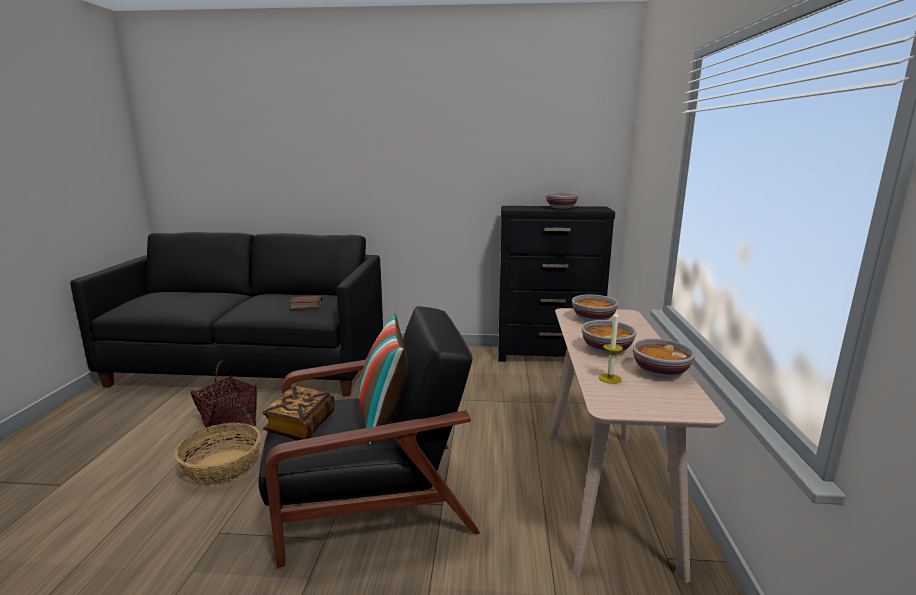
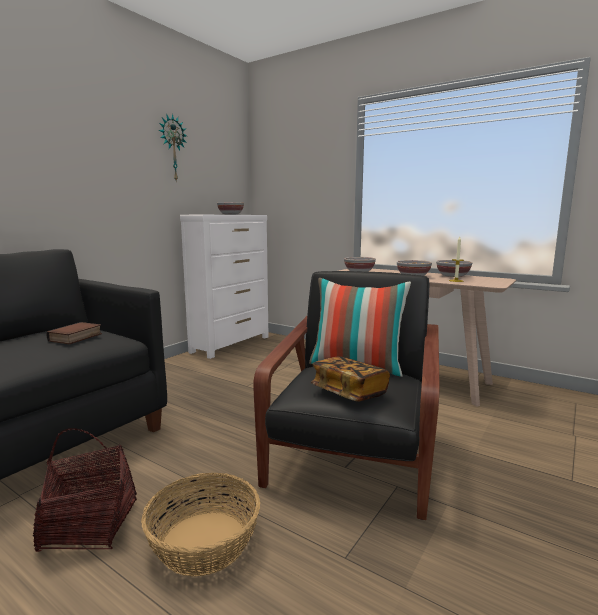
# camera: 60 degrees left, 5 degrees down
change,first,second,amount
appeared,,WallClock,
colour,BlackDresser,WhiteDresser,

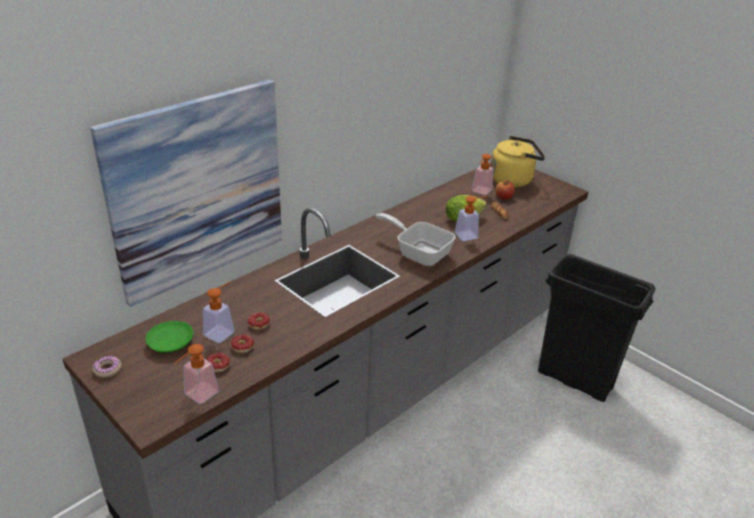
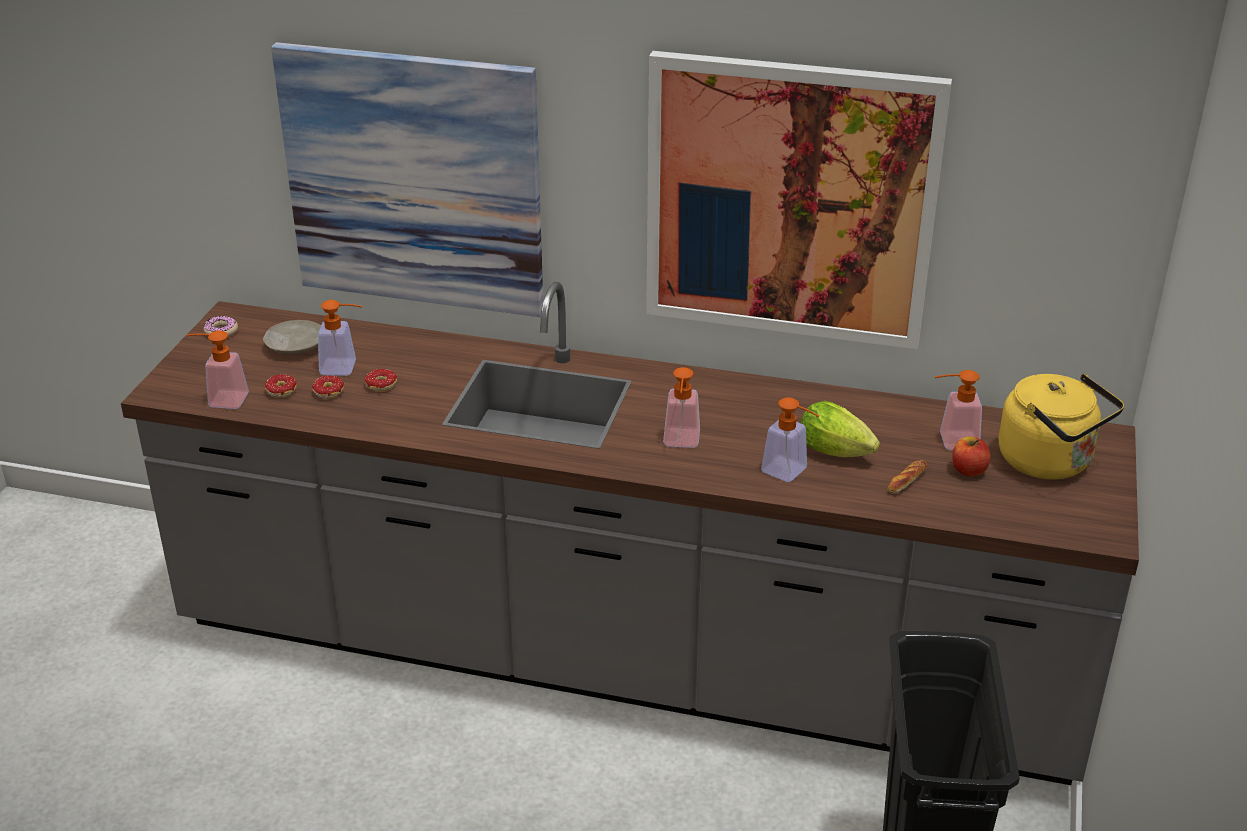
# camera: 60 degrees right, 0 degrees up
change,first,second,amount
colour,GreenPlate,BeigePlate,
appeared,,Picture (no. 2 from left),
exchanged,FryingPan,SoapDispenser (no. 3 from left),

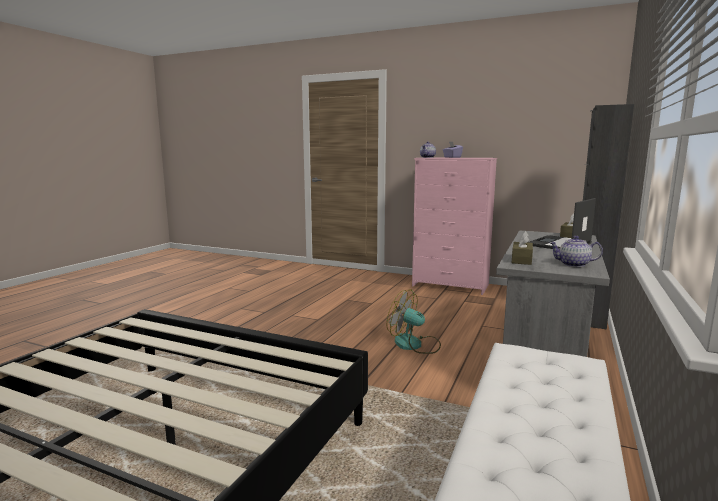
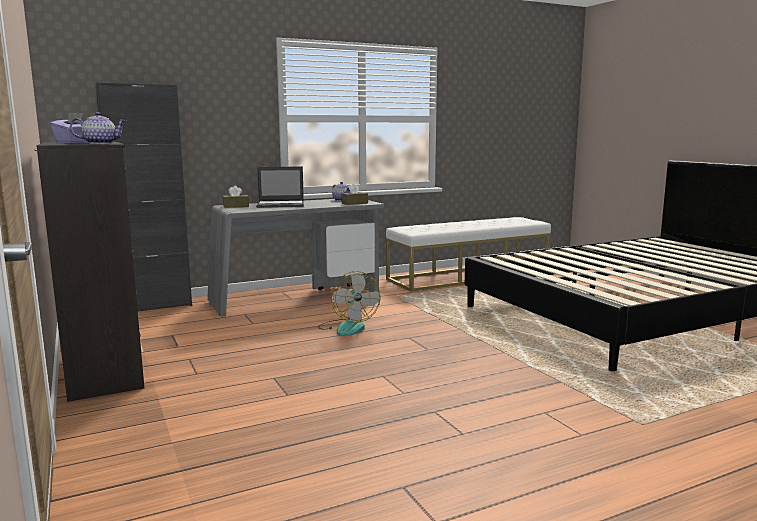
# camera: 140 degrees left, 0 degrees up
change,first,second,amount
colour,PinkDresser,BlackDresser,

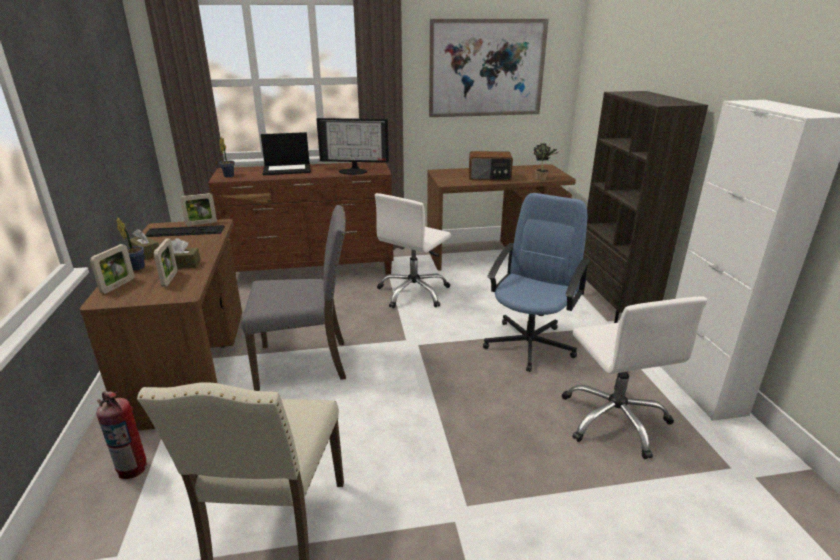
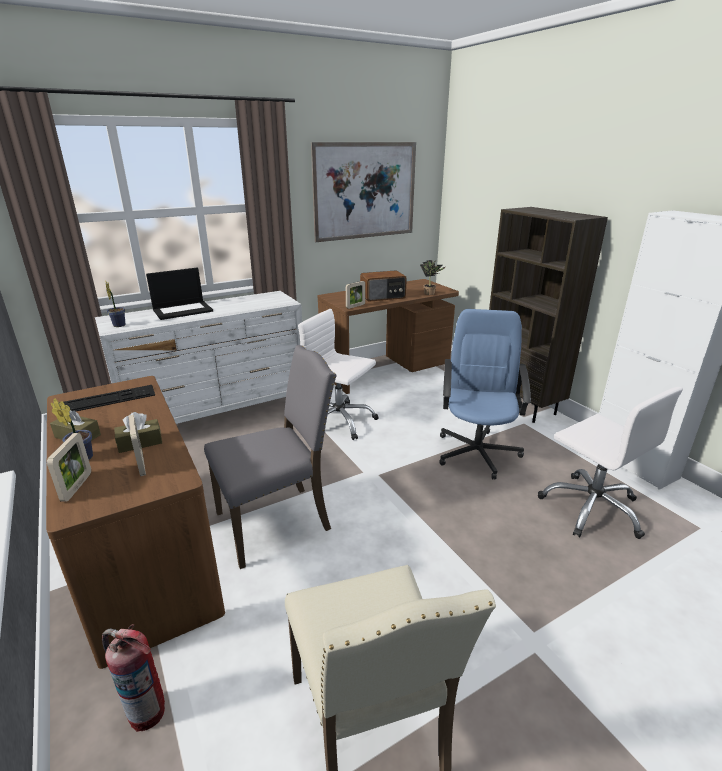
# camera: 20 degrees left, 0 degrees up
change,first,second,amount
colour,BrownDresser,WhiteDresser,
spun,WhiteOfficeChair (no. 1 from left),,105 degrees clockwise
relocated,PictureFrame (no. 3 from left),,
missing,Monitor,,

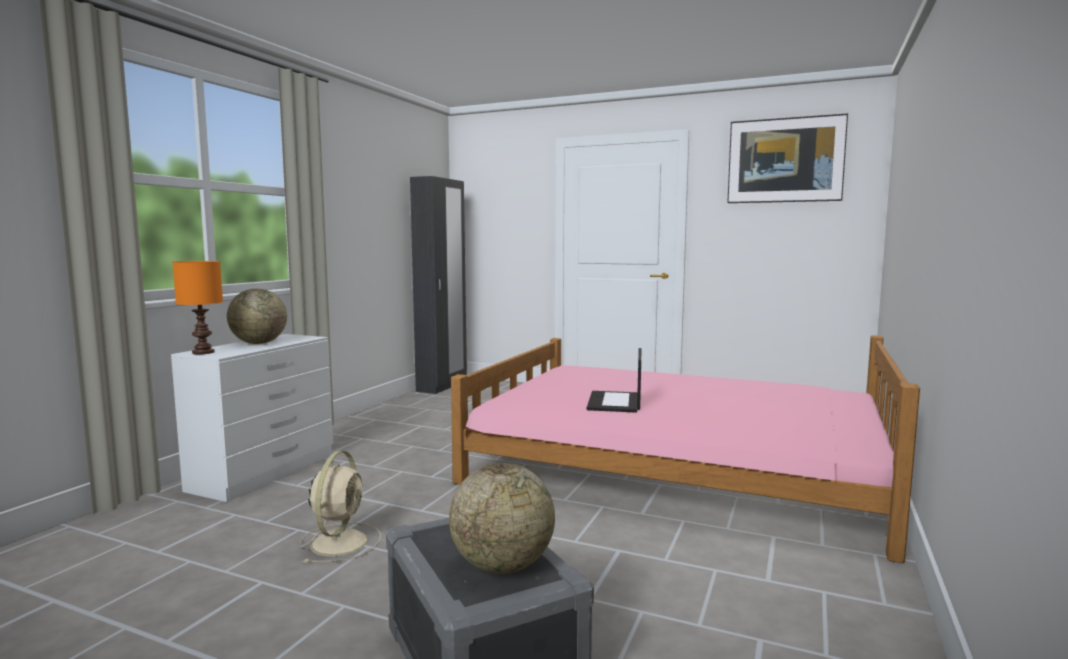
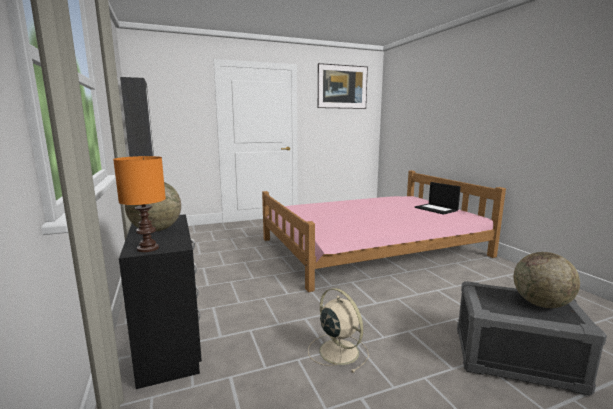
# camera: 45 degrees left, 5 degrees up
change,first,second,amount
colour,WhiteDresser,BlackDresser,
relocated,Laptop,,

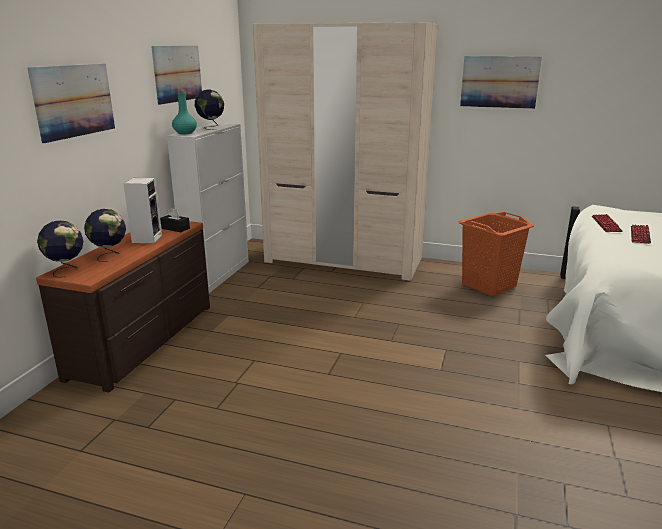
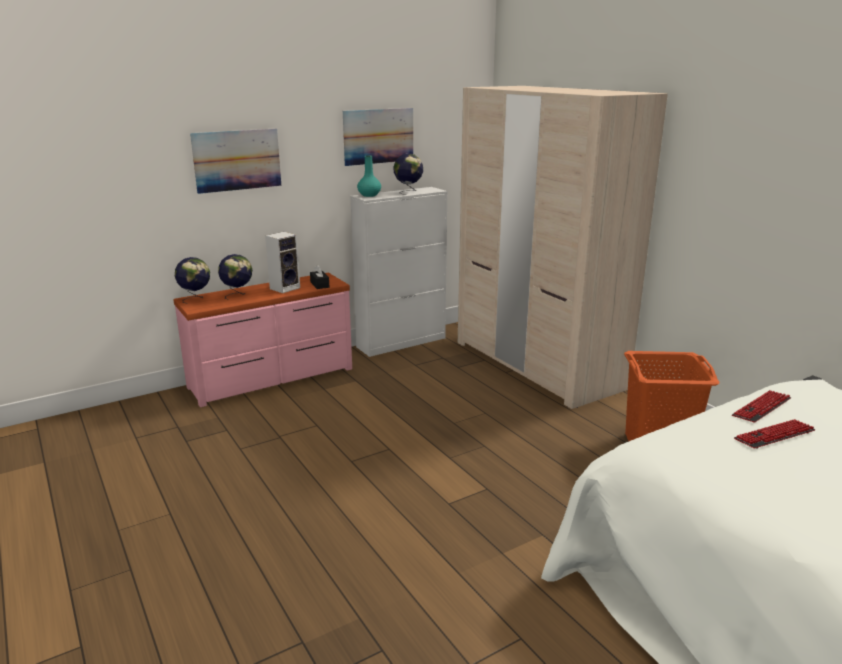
# camera: 40 degrees right, 0 degrees up
change,first,second,amount
colour,BrownDresser,PinkDresser,
missing,Picture (no. 3 from left),,

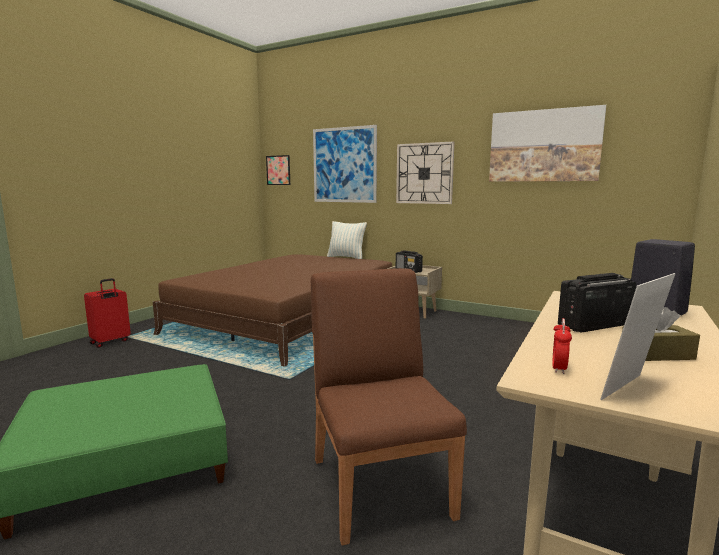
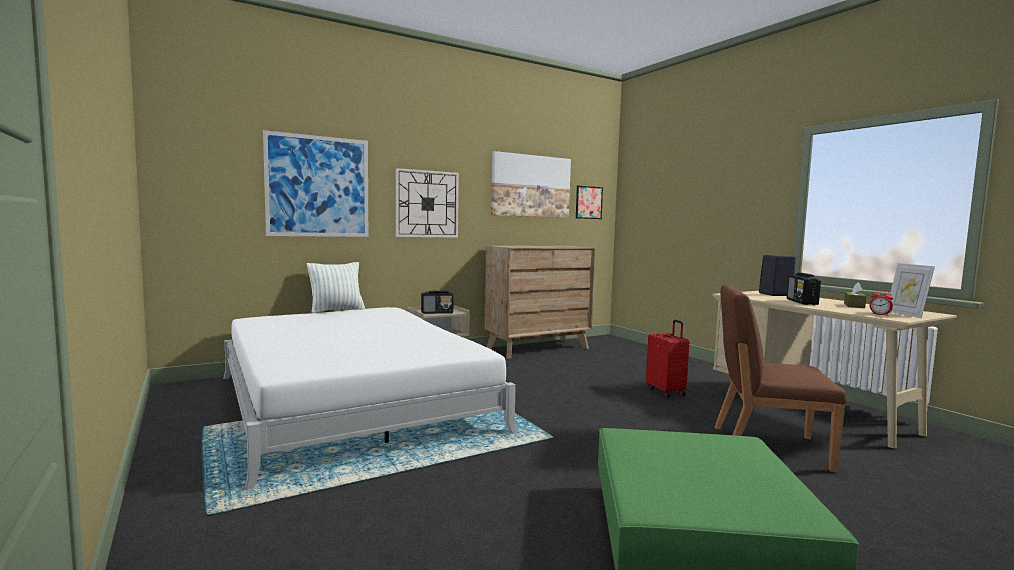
# camera: 60 degrees left, 5 degrees down
change,first,second,amount
colour,BrownBed,WhiteBed,
appeared,,BrownDresser,
relocated,Picture (no. 1 from left in the first image),Picture (no. 3 from left),
relocated,RedSuitcase,,

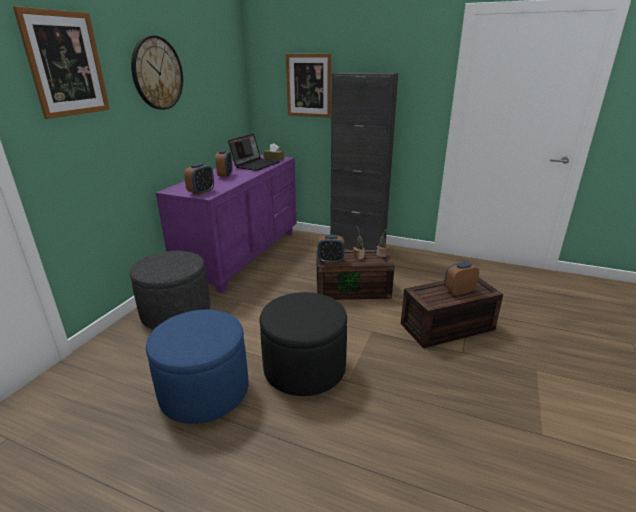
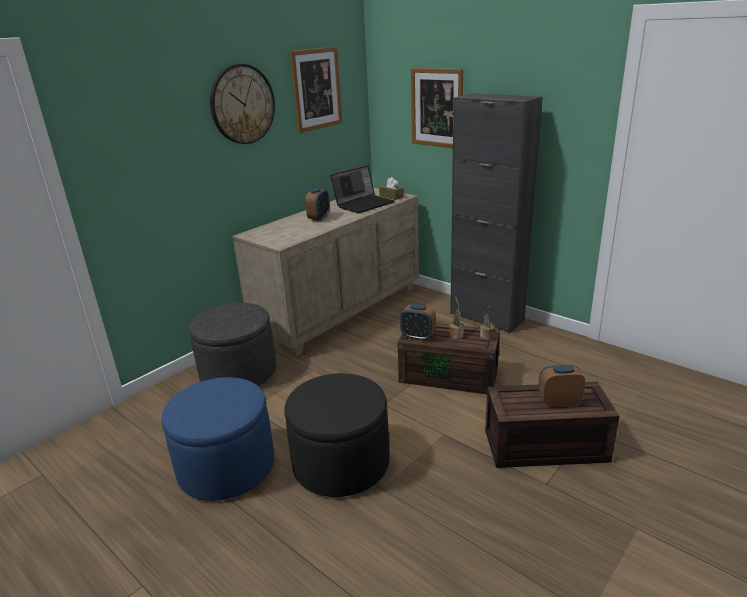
# camera: 20 degrees right, 0 degrees up
change,first,second,amount
colour,PurpleDresser,BeigeDresser,
relocated,Picture (no. 1 from left),,
missing,AlarmClock (no. 1 from left),,

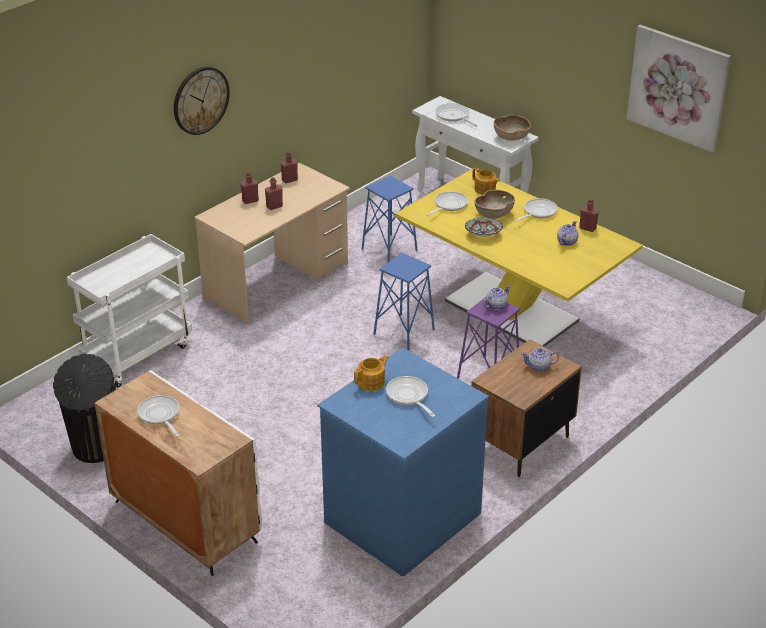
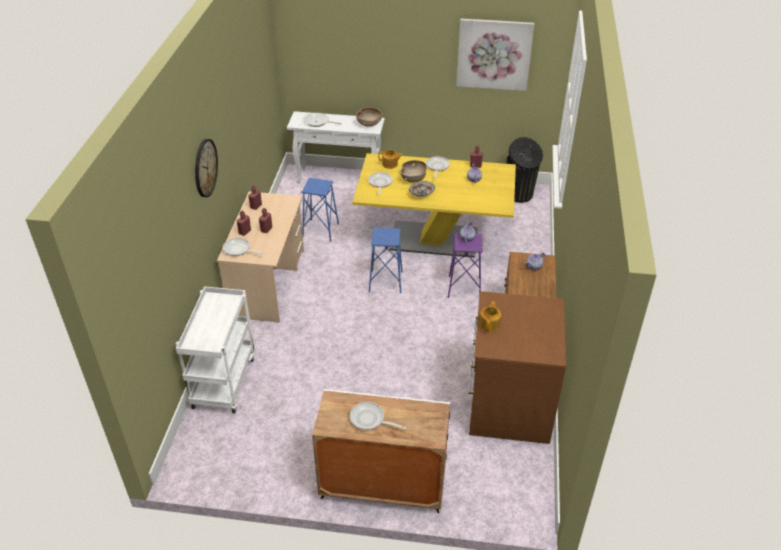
# camera: 35 degrees left, 5 degrees up
change,first,second,amount
relocated,FryingPan (no. 2 from left in the first image),FryingPan (no. 1 from left),
colour,BlueDresser,BrownDresser,
relocated,BlackTrashCan,,

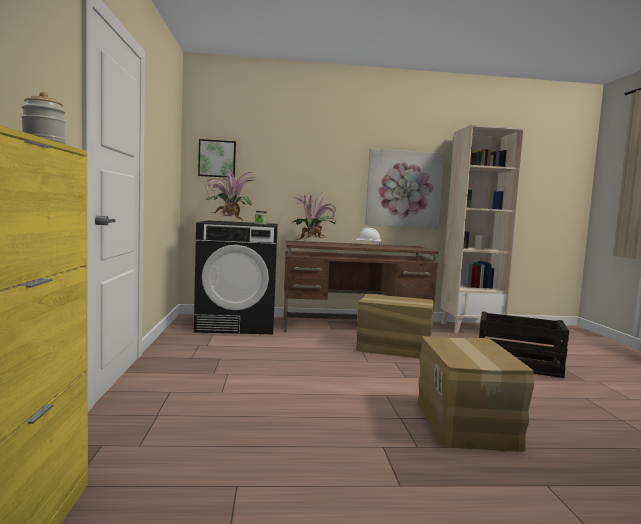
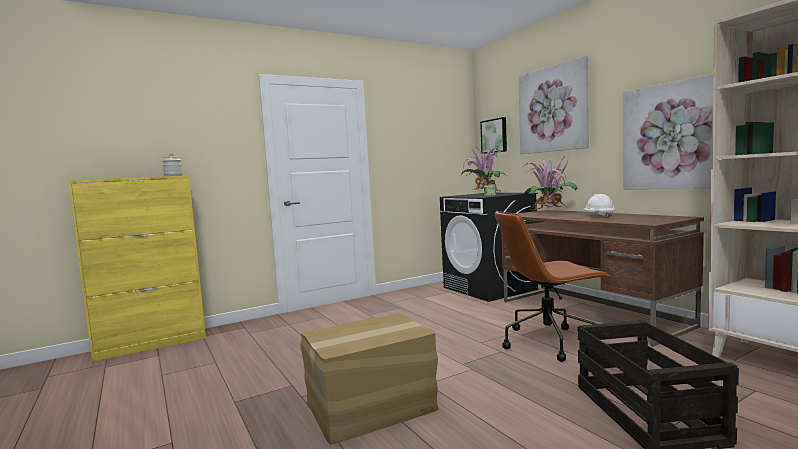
# camera: 65 degrees right, 0 degrees up
change,first,second,amount
exchanged,CardboardBox (no. 1 from left),BrownOfficeChair,
appeared,,Picture (no. 2 from left),

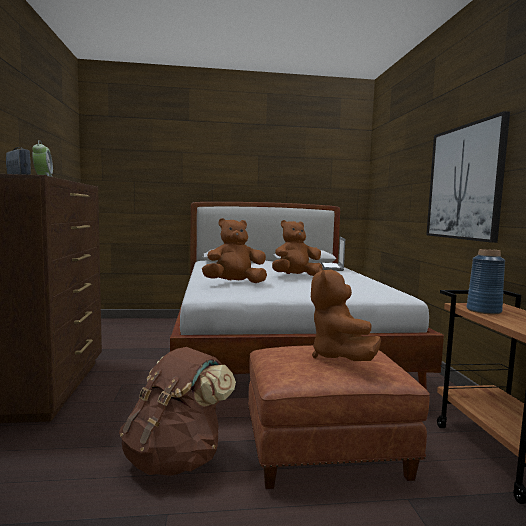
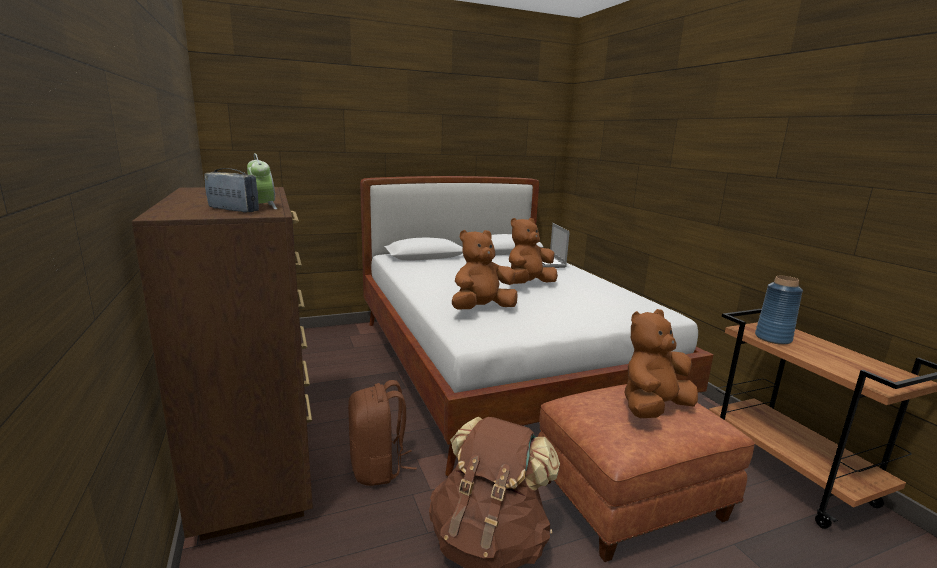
# camera: 15 degrees left, 10 degrees up
change,first,second,amount
appeared,,BrownBackpack (no. 1 from left),
spun,BrownPlushToy (no. 3 from left),,75 degrees clockwise
missing,Picture,,

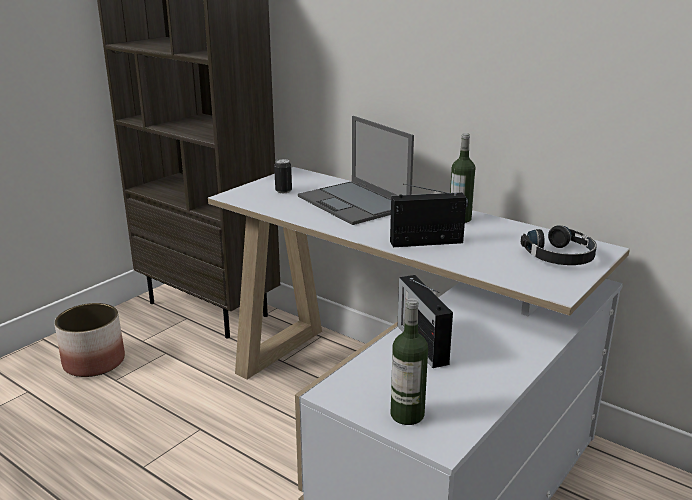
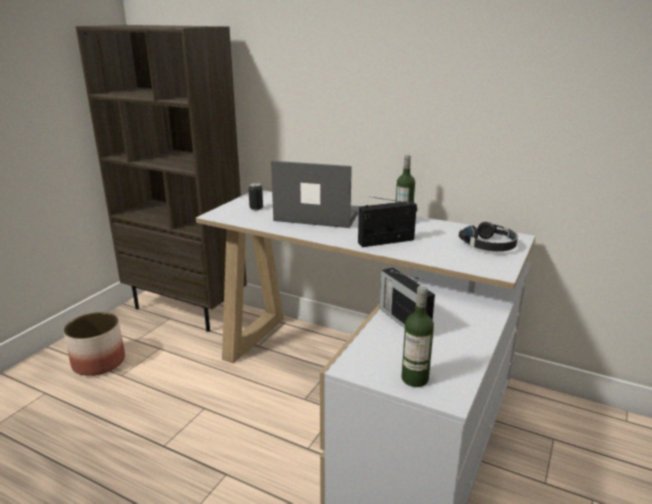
# camera: 10 degrees left, 0 degrees up
change,first,second,amount
spun,Laptop,,150 degrees clockwise

